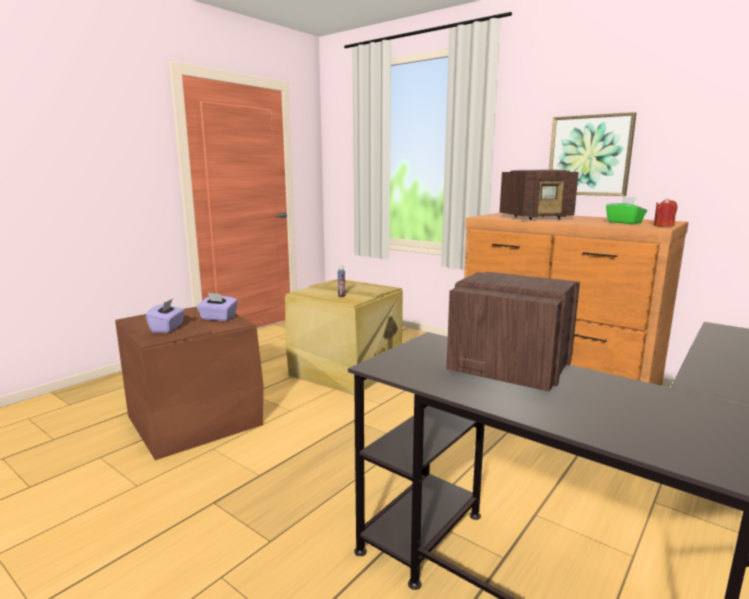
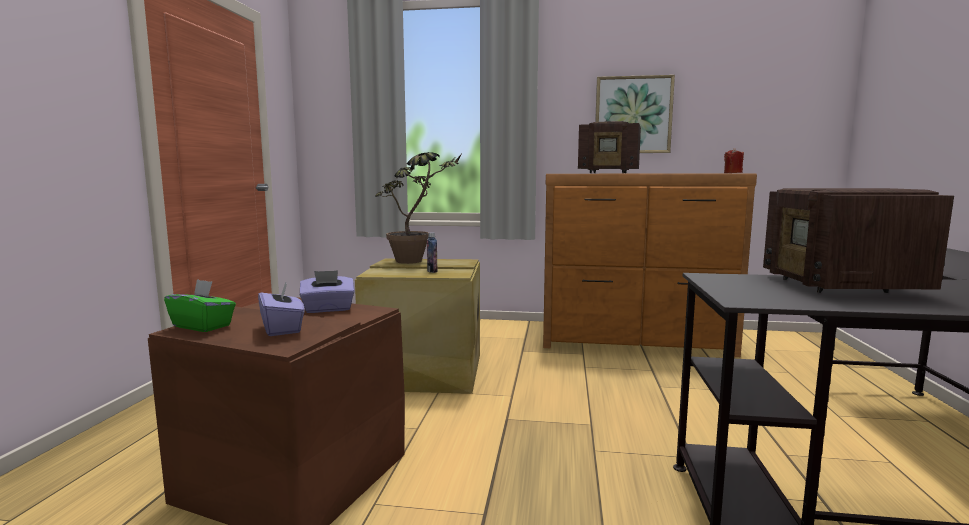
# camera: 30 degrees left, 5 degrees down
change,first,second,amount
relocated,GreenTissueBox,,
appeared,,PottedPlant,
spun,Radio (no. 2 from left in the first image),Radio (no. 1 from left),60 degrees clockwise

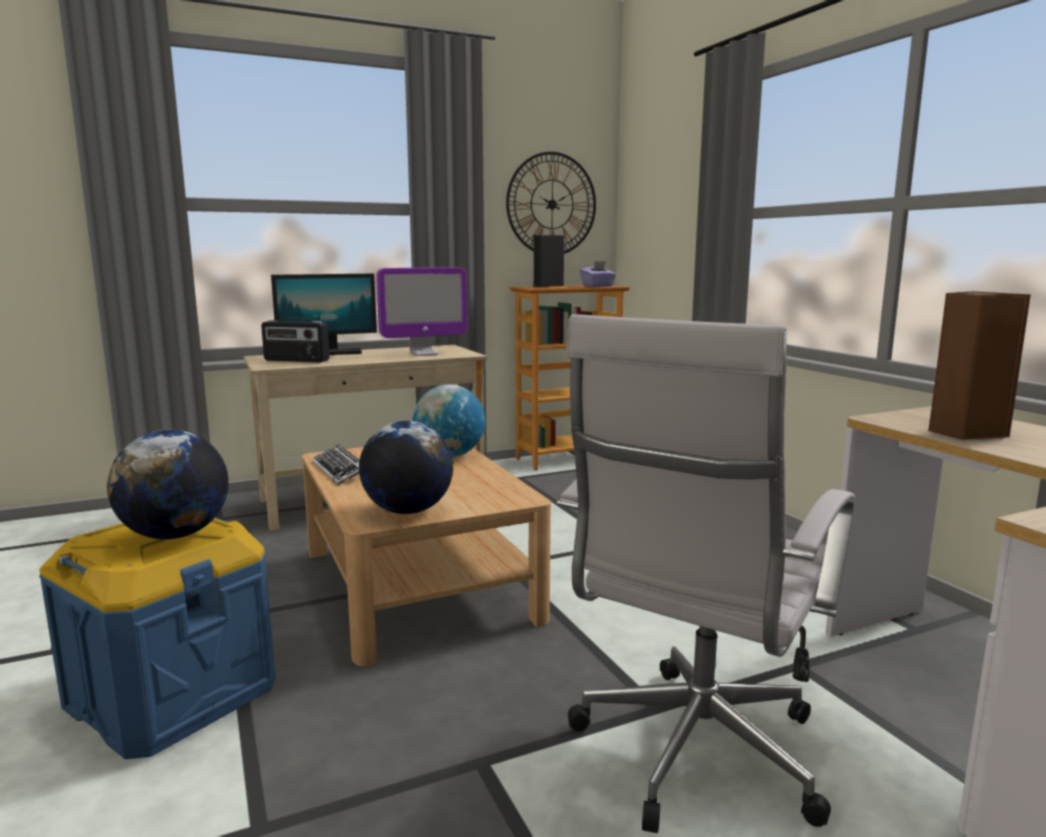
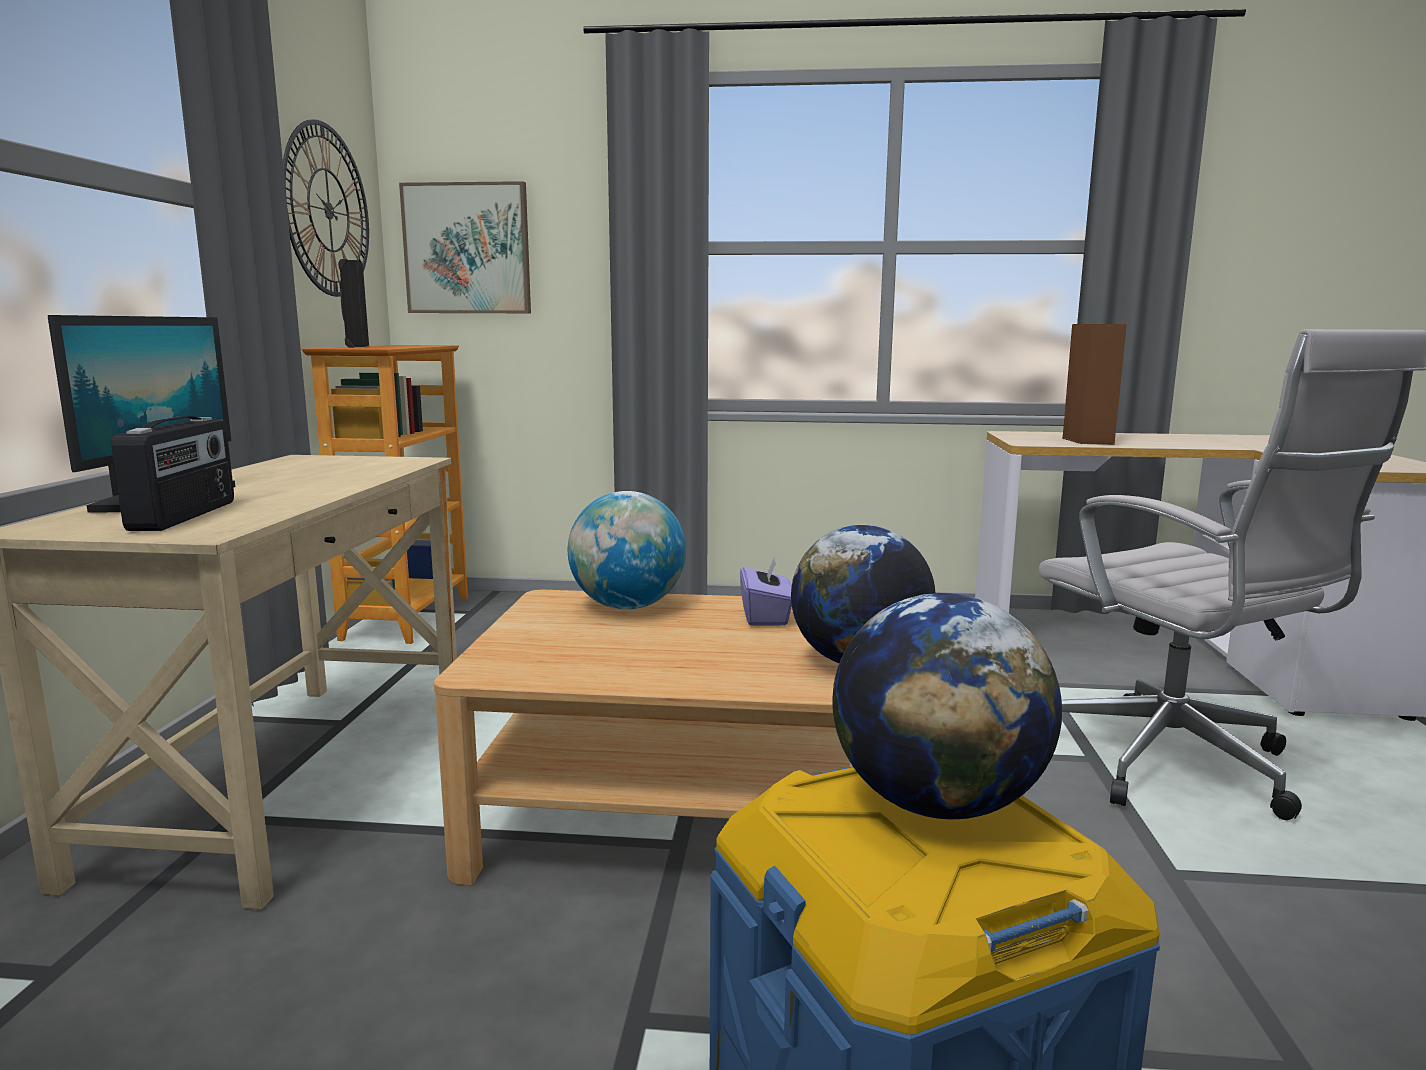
# camera: 60 degrees left, 0 degrees up
change,first,second,amount
spun,Radio,,45 degrees counterclockwise
appeared,,Picture,
relocated,PurpleTissueBox,,
missing,Keyboard,,
missing,Monitor (no. 2 from left),,

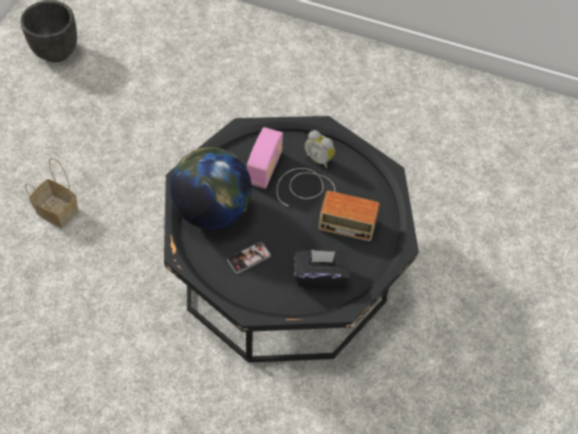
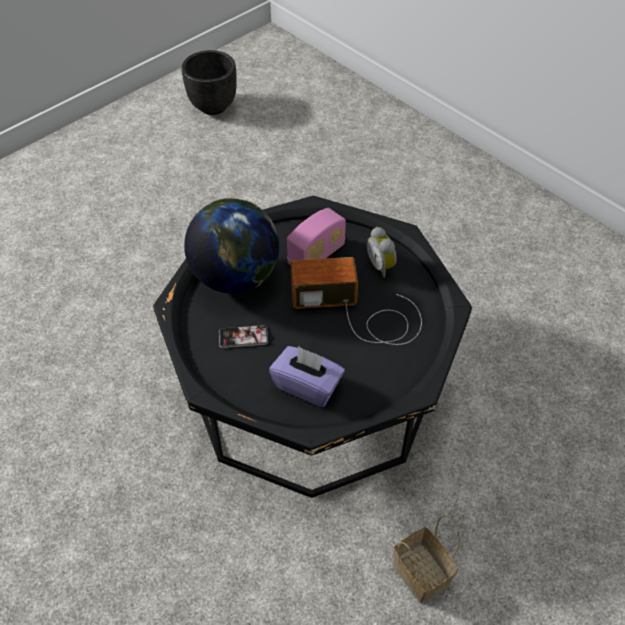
# camera: 30 degrees right, 5 degrees down
change,first,second,amount
colour,BlackTissueBox,PurpleTissueBox,
spun,Radio (no. 2 from left),,135 degrees clockwise
relocated,Basket,,

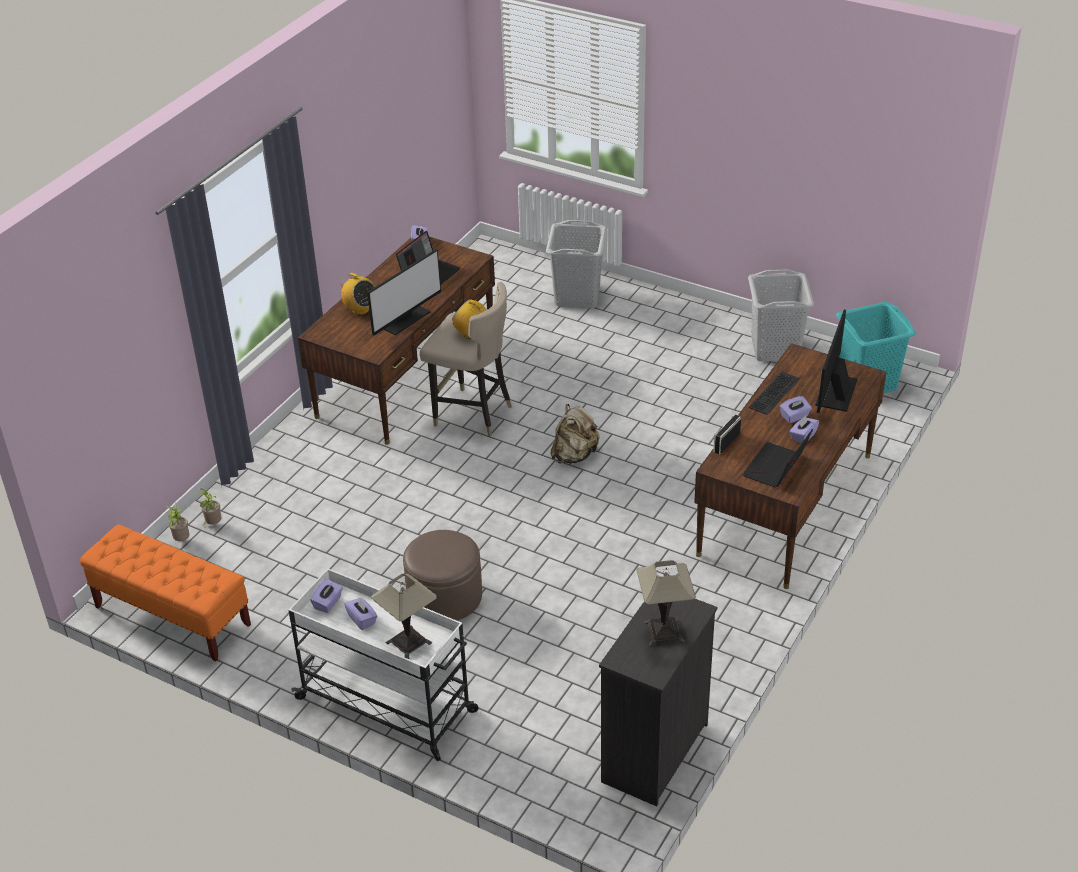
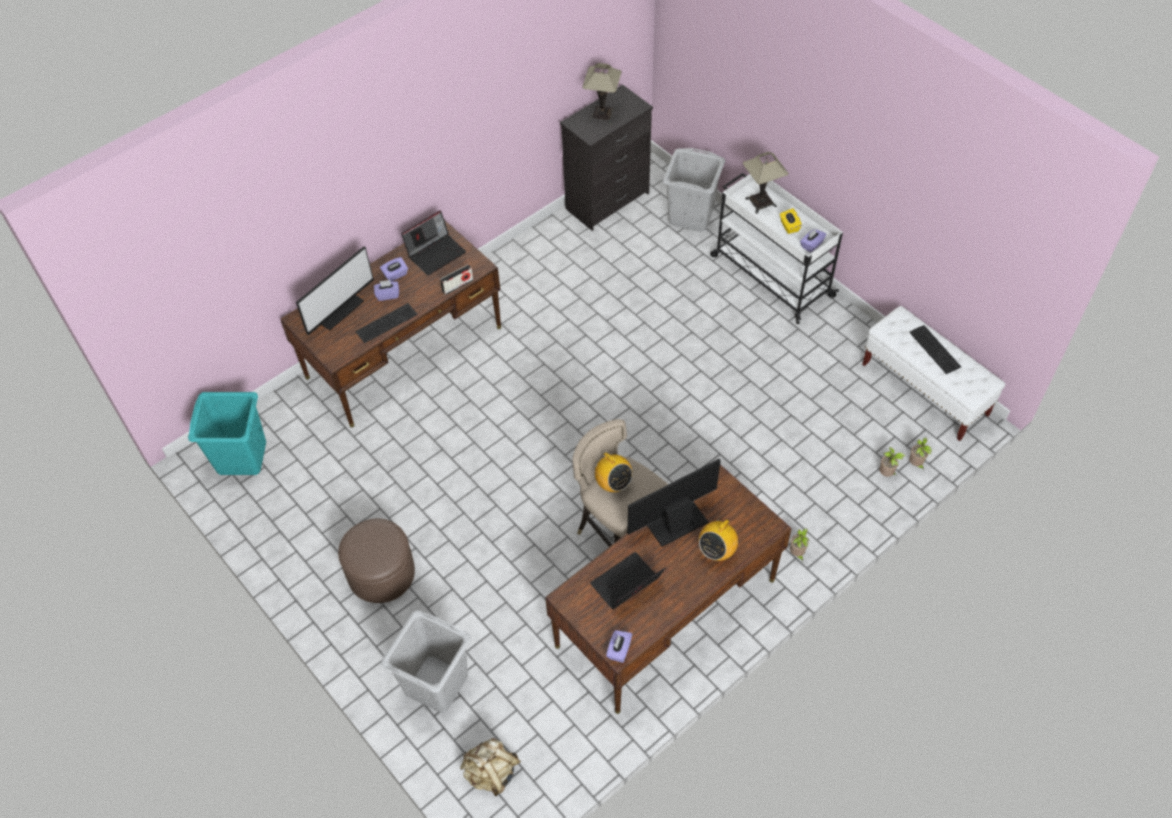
# camera: 160 degrees left, 15 degrees up
change,first,second,amount
relocated,BrownOttoman,,
relocated,BeigeBackpack,,
relocated,GreyLaundryBasket (no. 2 from left),,
spun,Radio (no. 1 from left in the first image),Radio (no. 3 from left),120 degrees counterclockwise
colour,PurpleTissueBox (no. 2 from left),YellowTissueBox,
appeared,,PottedPlant (no. 1 from left),
colour,OrangeBench,WhiteBench,
appeared,,Keyboard (no. 2 from left),

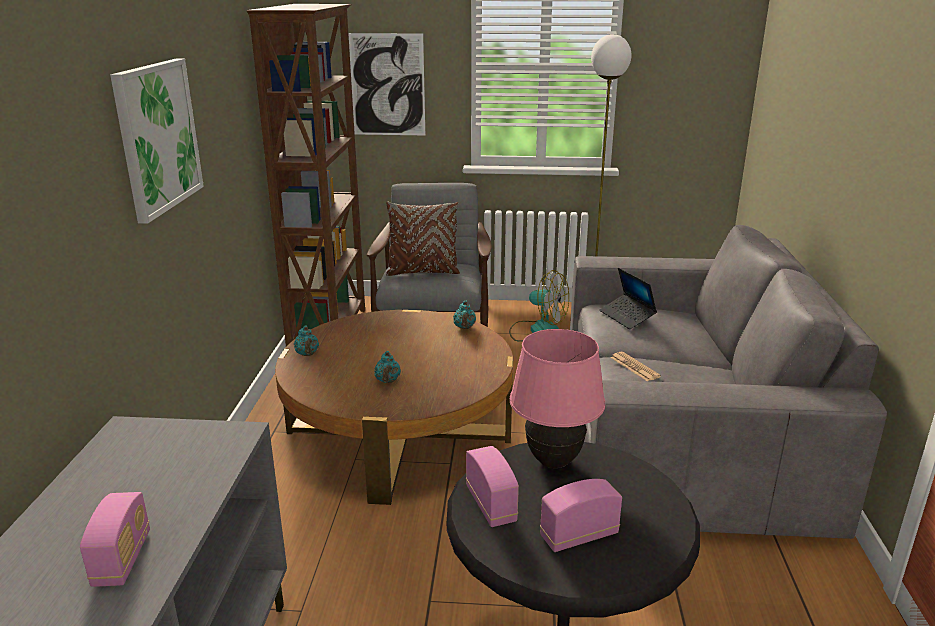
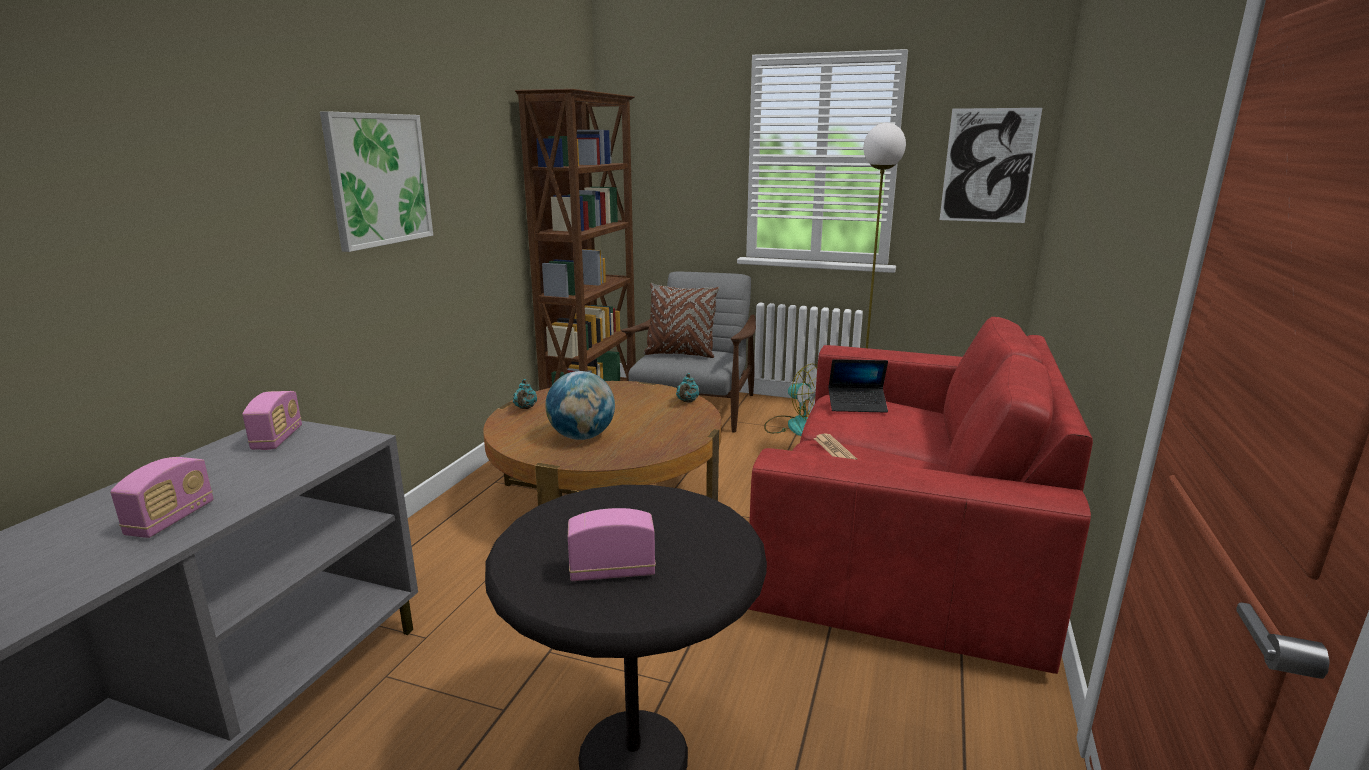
# camera: 15 degrees right, 5 degrees down
change,first,second,amount
relocated,Radio (no. 2 from left),,
exchanged,TurquoiseTeapot (no. 2 from left),Globe,
colour,GreySofa,RedSofa,
spun,Laptop,,75 degrees counterclockwise
relocated,Picture (no. 2 from left),,
missing,PinkTableLamp,,

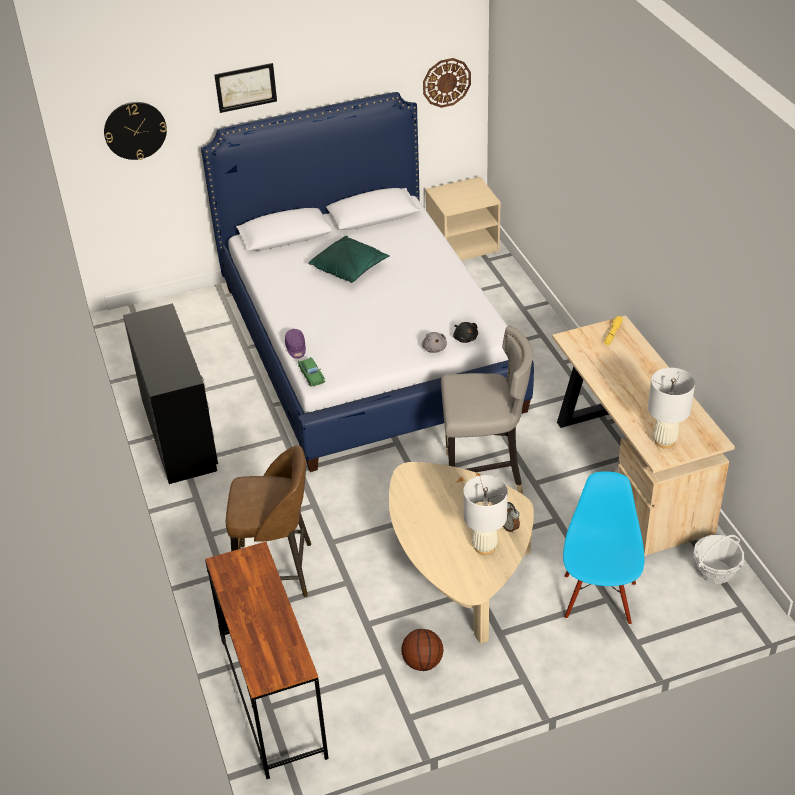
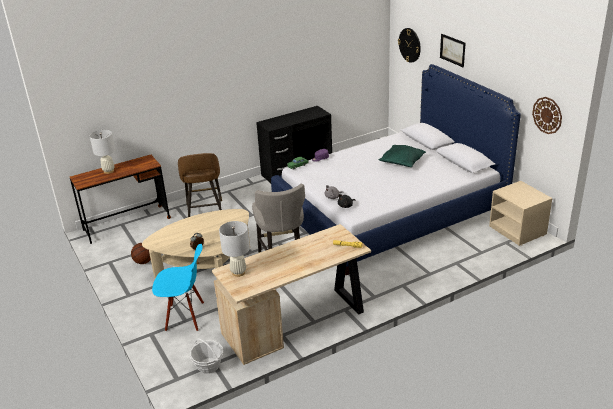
# camera: 80 degrees right, 10 degrees down
change,first,second,amount
relocated,WhiteTableLamp (no. 1 from left),,

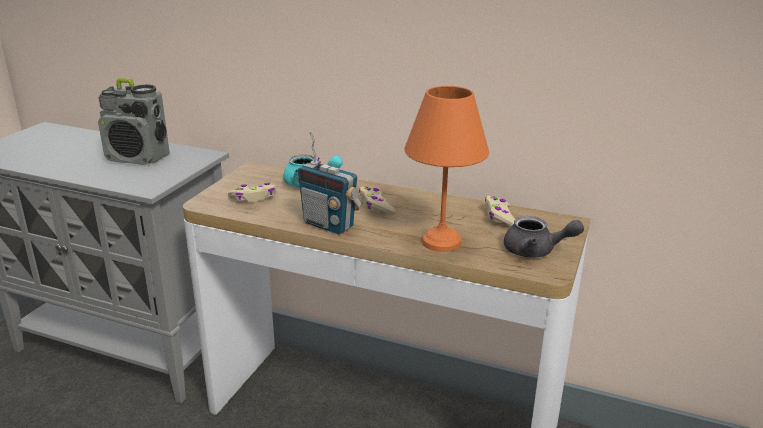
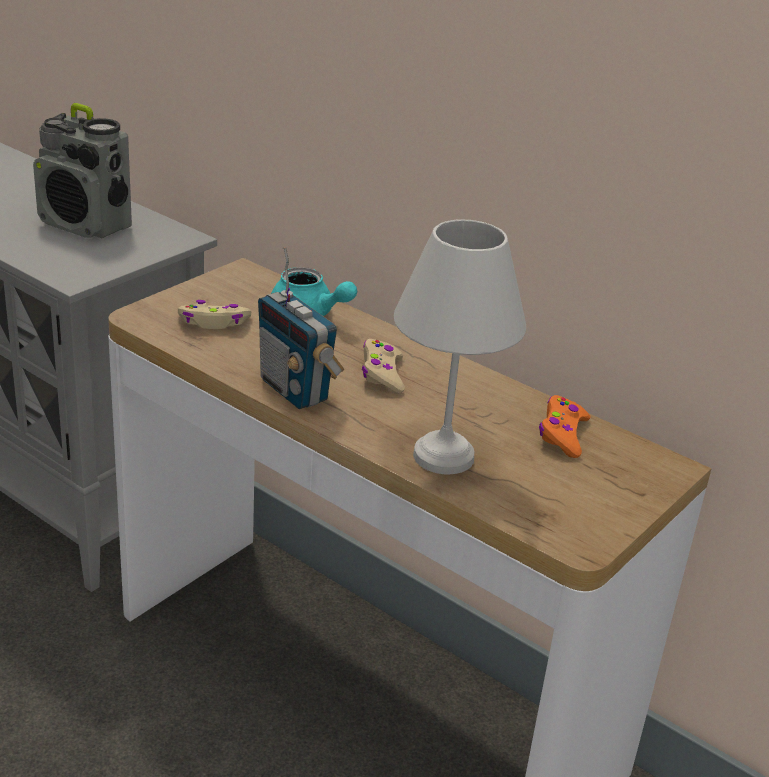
# camera: 15 degrees right, 5 degrees up
change,first,second,amount
colour,OrangeTableLamp,WhiteTableLamp,
colour,BeigeGameController (no. 3 from left),OrangeGameController,
missing,GreyTeapot,,

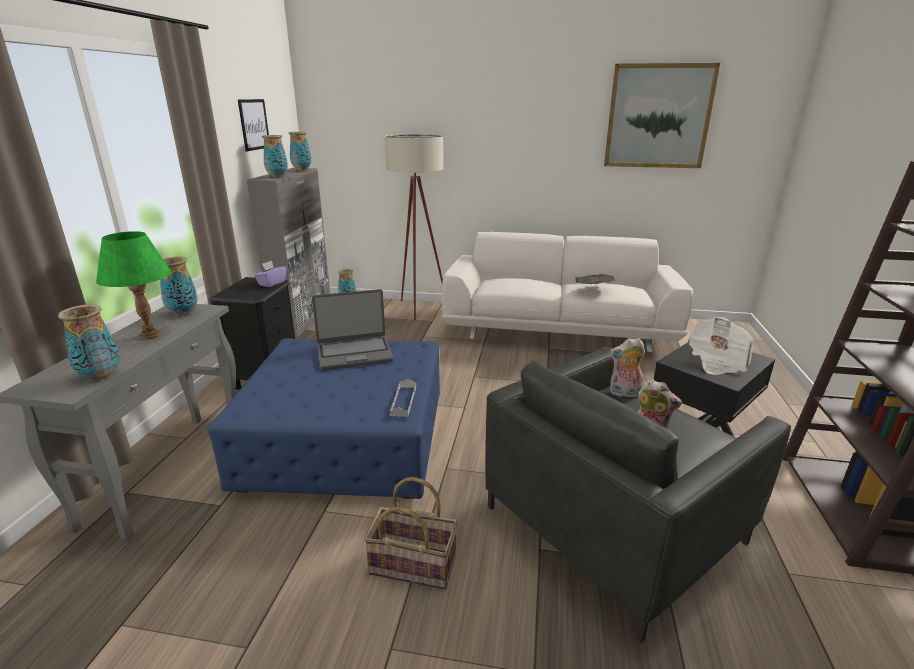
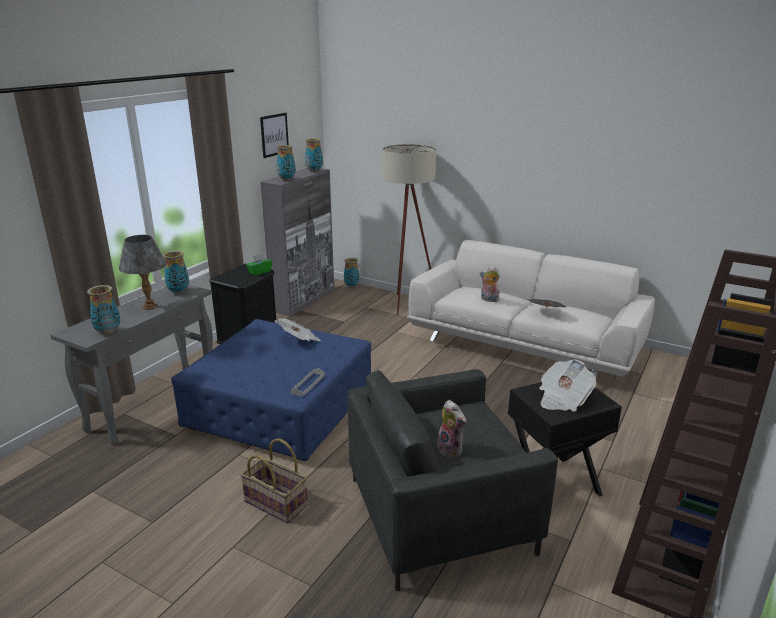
# camera: 20 degrees right, 0 degrees up
change,first,second,amount
colour,GreenTableLamp,GreyTableLamp,
colour,PurpleTissueBox,GreenTissueBox,
exchanged,Laptop,Newspaper (no. 1 from left),
relocated,PlushToy (no. 1 from left in the first image),PlushToy (no. 2 from left),
missing,Picture (no. 2 from left),,

